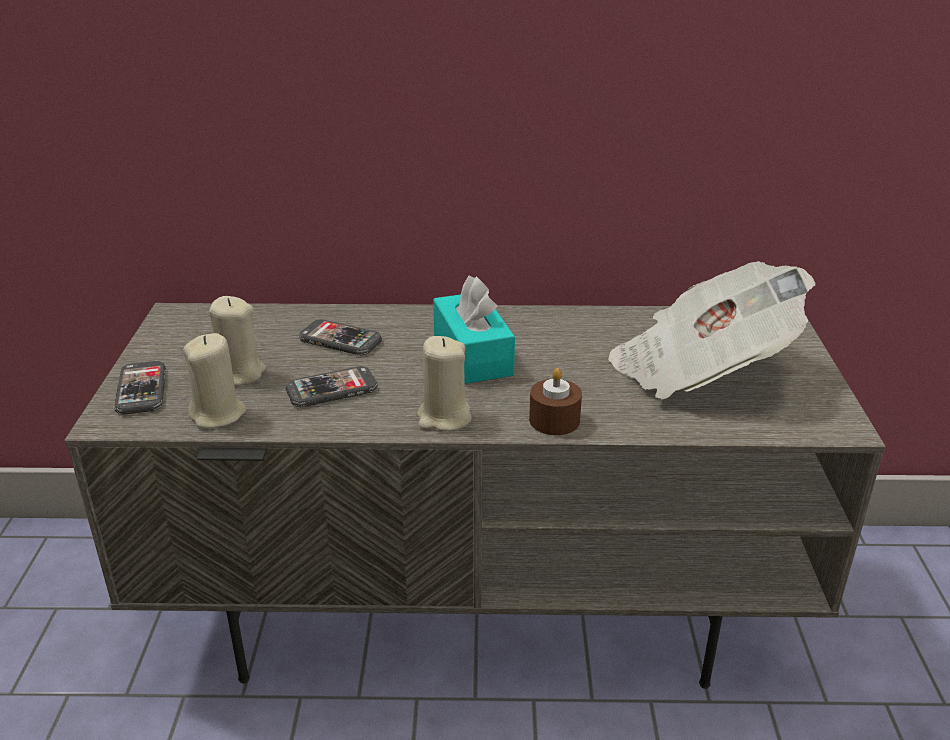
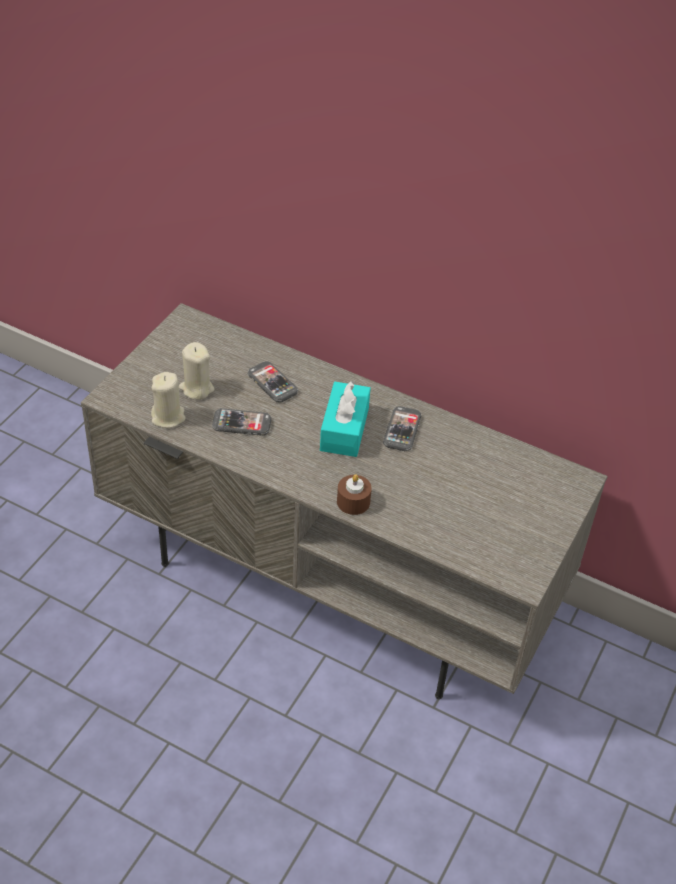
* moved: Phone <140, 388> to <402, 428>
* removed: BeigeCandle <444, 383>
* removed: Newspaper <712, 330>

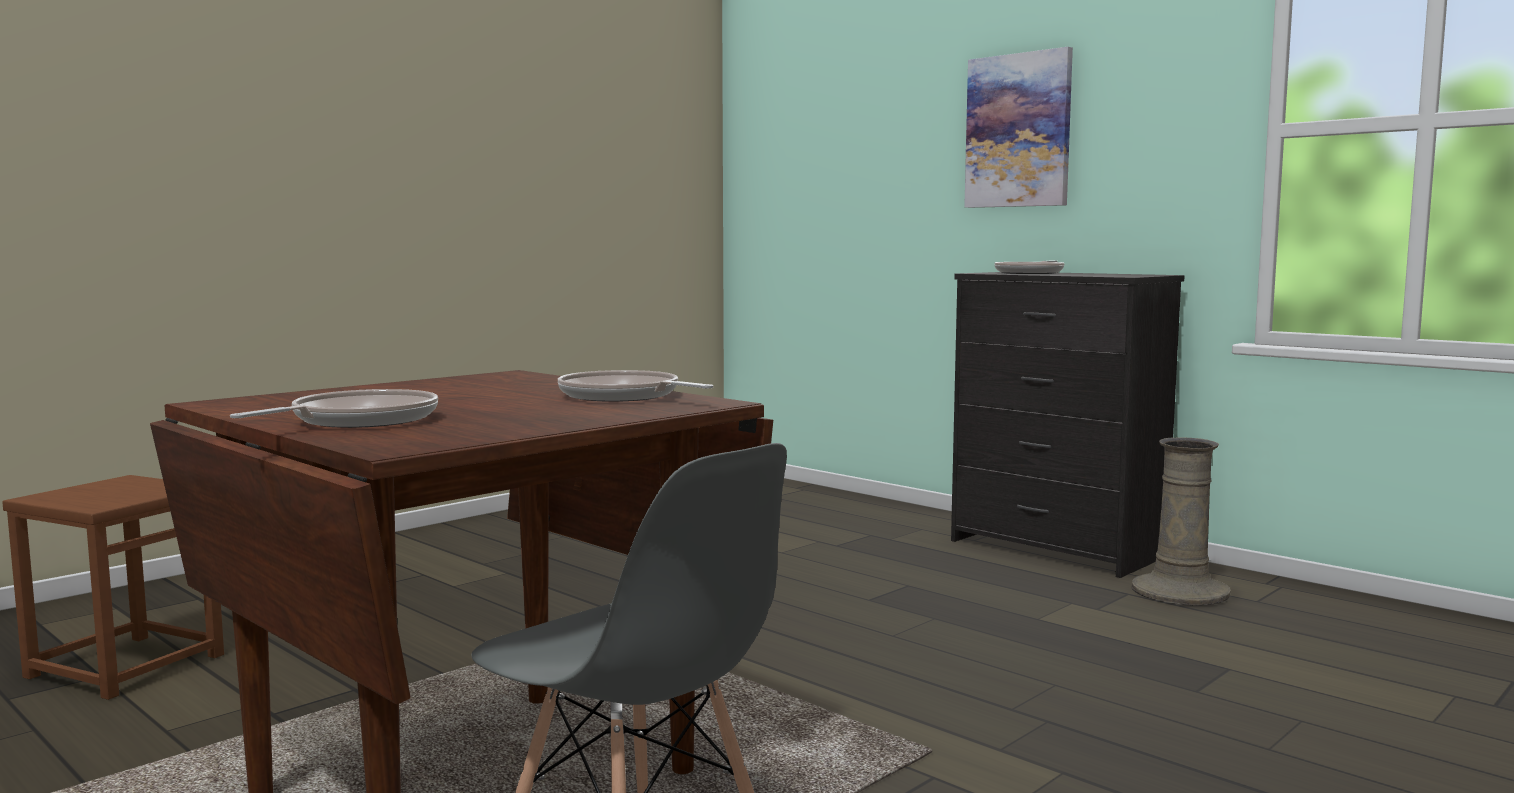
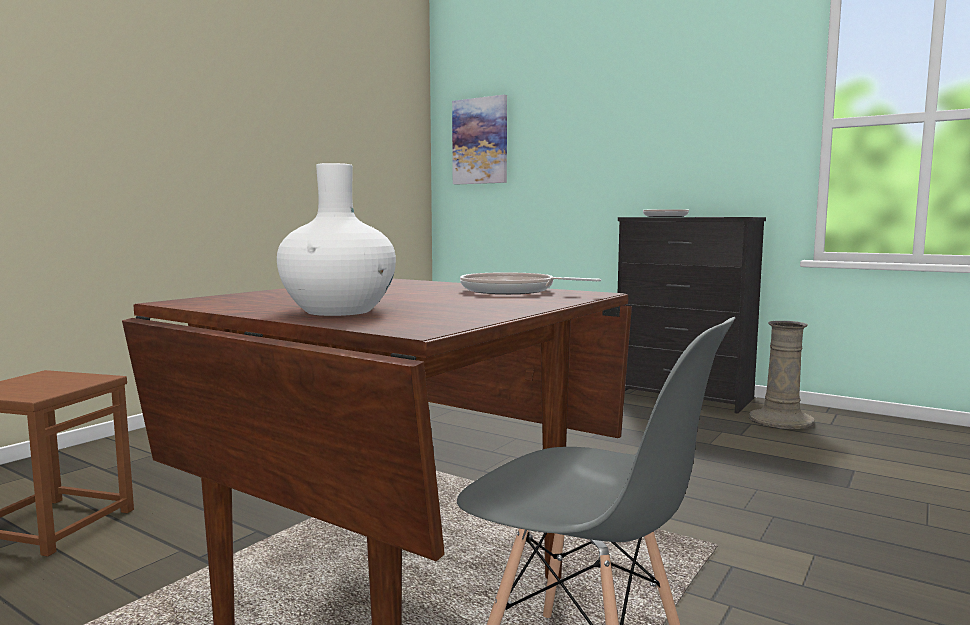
* replaced: FryingPan <334, 408> to WhiteVase <336, 239>
* moved: Picture <1018, 127> to <479, 140>

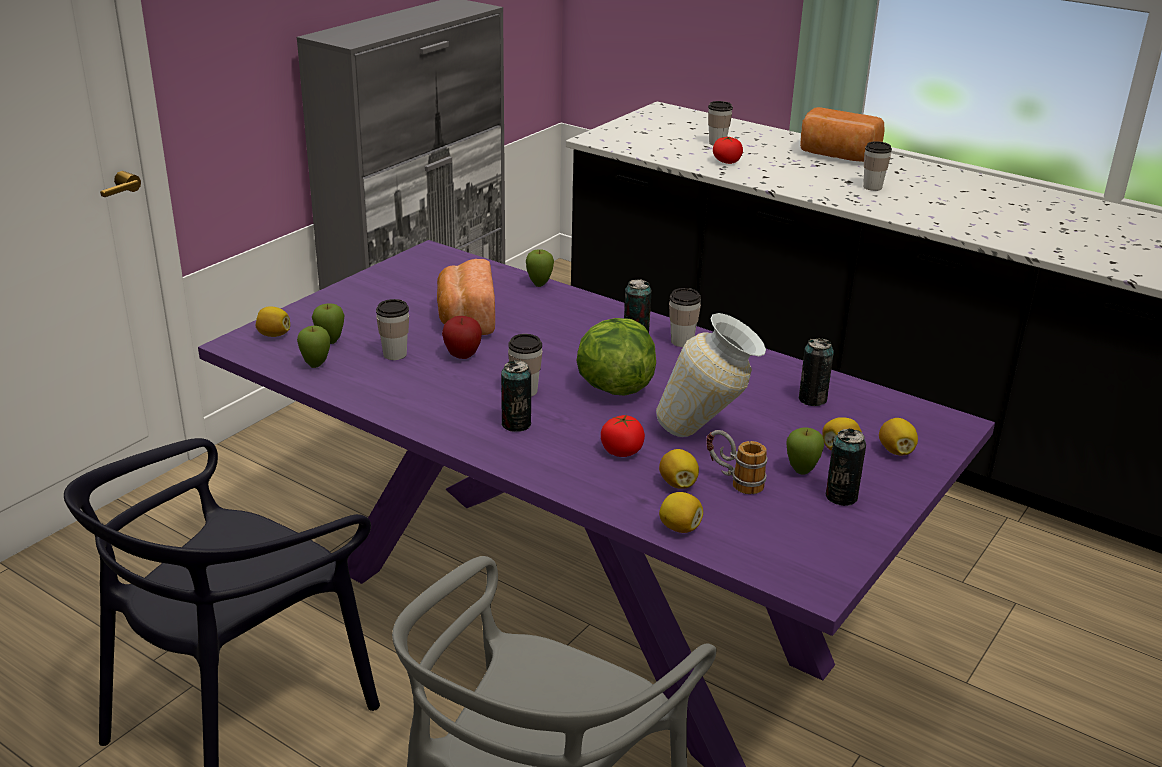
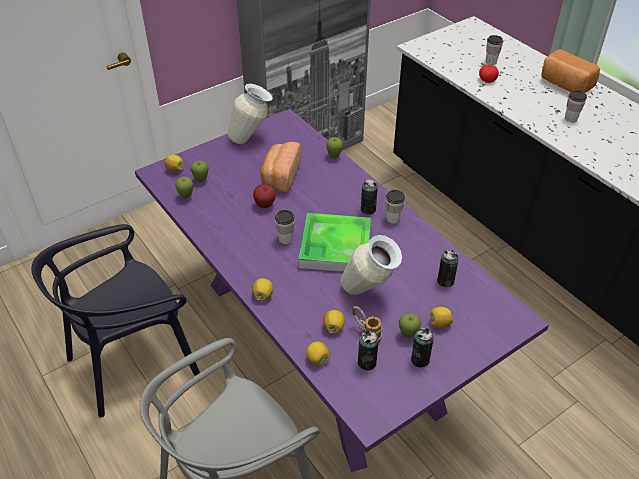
* removed: Cup <392, 329>
* moved: Can <516, 396> to <368, 351>
* replaced: Lettuce <616, 356> to Tray <335, 242>
* removed: Tomato <623, 436>
* moved: Lemon <898, 436> to <262, 289>
* added: Vase <250, 114>

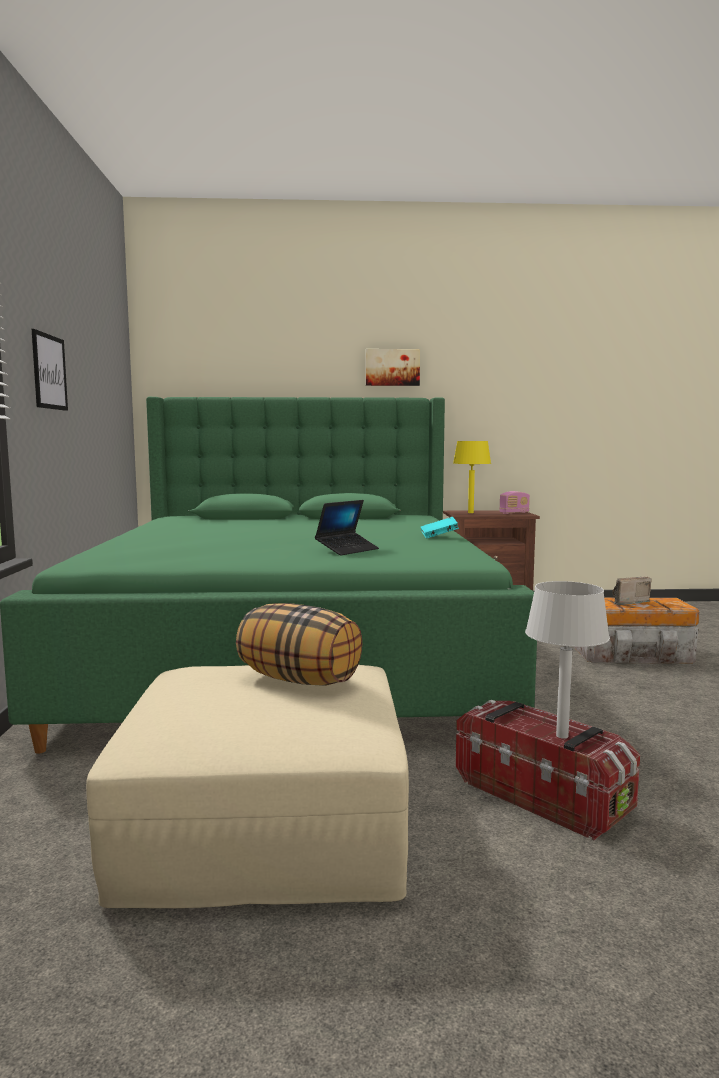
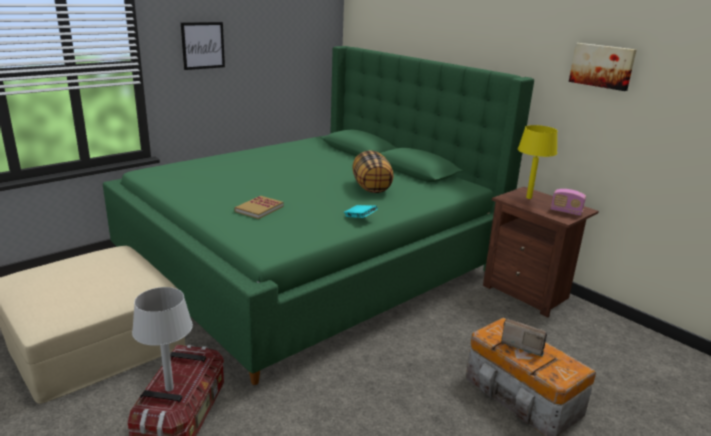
* moved: Pillow <299, 644> to <373, 171>
* replaced: Laptop <347, 528> to Book <259, 207>
* moved: Picture <393, 367> to <603, 67>

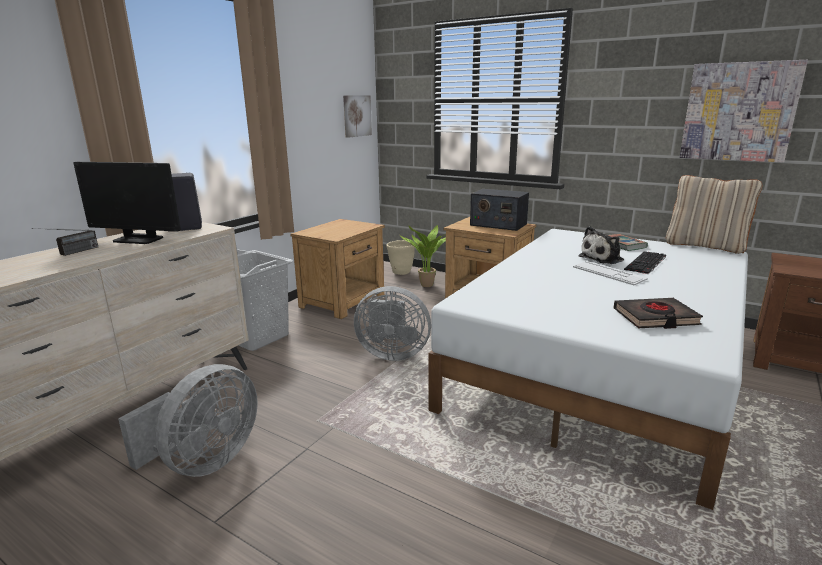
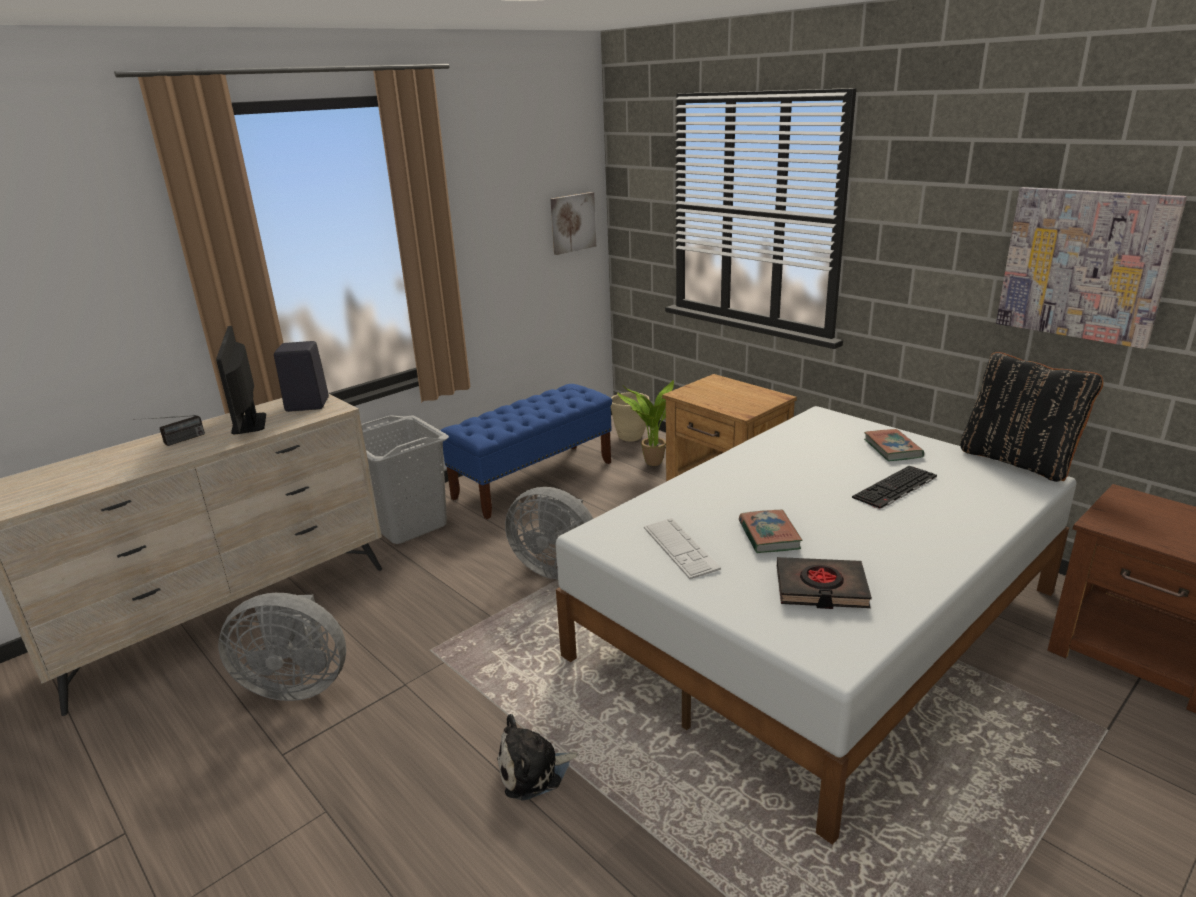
* turned: Monitor <127, 203> = <241, 380> 45 degrees clockwise
* turned: GreyFan <188, 420> = <282, 647> 45 degrees clockwise
* replaced: BrownNightstand <337, 269> to BlueBench <526, 451>
* removed: Radio <499, 210>
* moved: Keyboard <610, 273> to <682, 548>
* moved: PlushToy <601, 245> to <537, 757>
* recoloured: BeigePillow <714, 214> to BlackPillow <1031, 417>
* added: Book <771, 531>

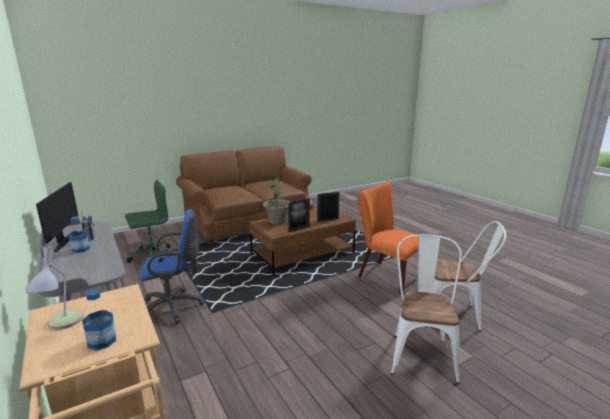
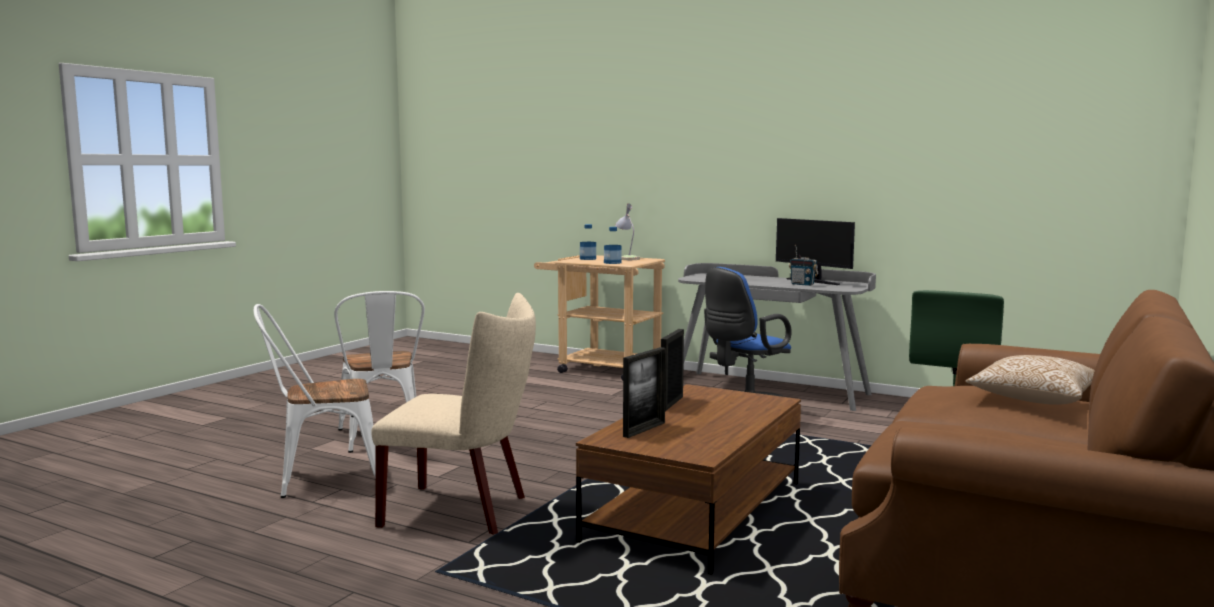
* moved: Bottle <79, 235> to <612, 245>
* removed: PottedPlant <276, 201>
* recoloured: OrangeChair <388, 238> to BeigeChair <453, 414>
* added: Pillow <1030, 380>

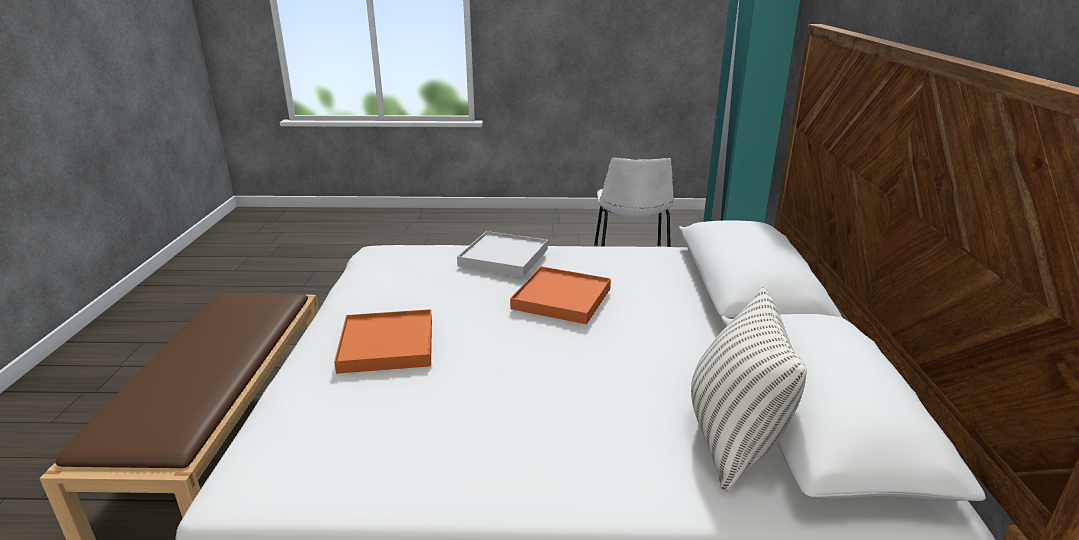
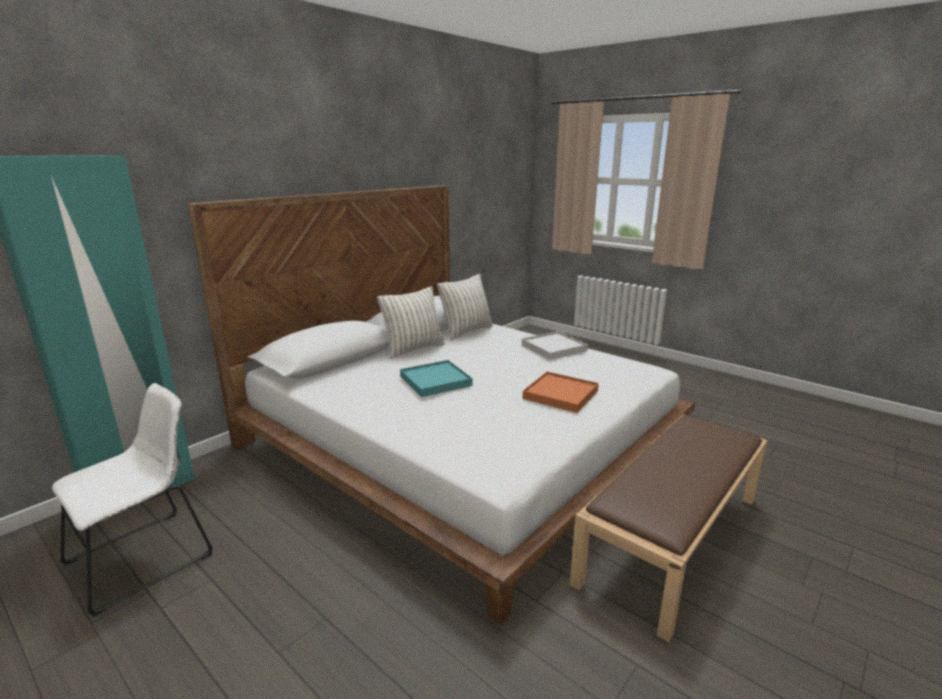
* moved: WhiteTray <502, 254> to <555, 345>
* recoloured: OrangeTray <560, 295> to TurquoiseTray <436, 378>
* added: Pillow <411, 322>

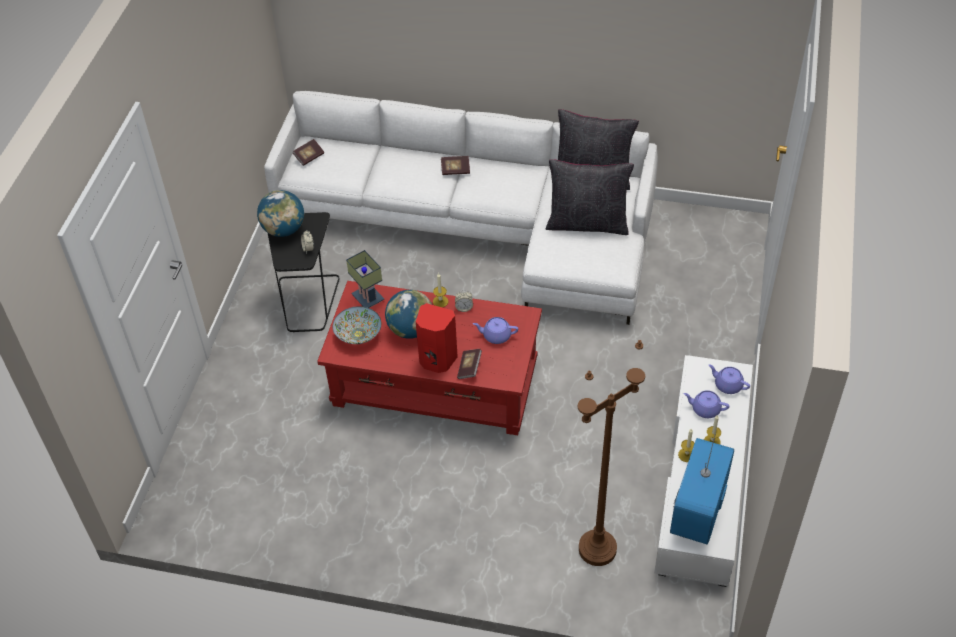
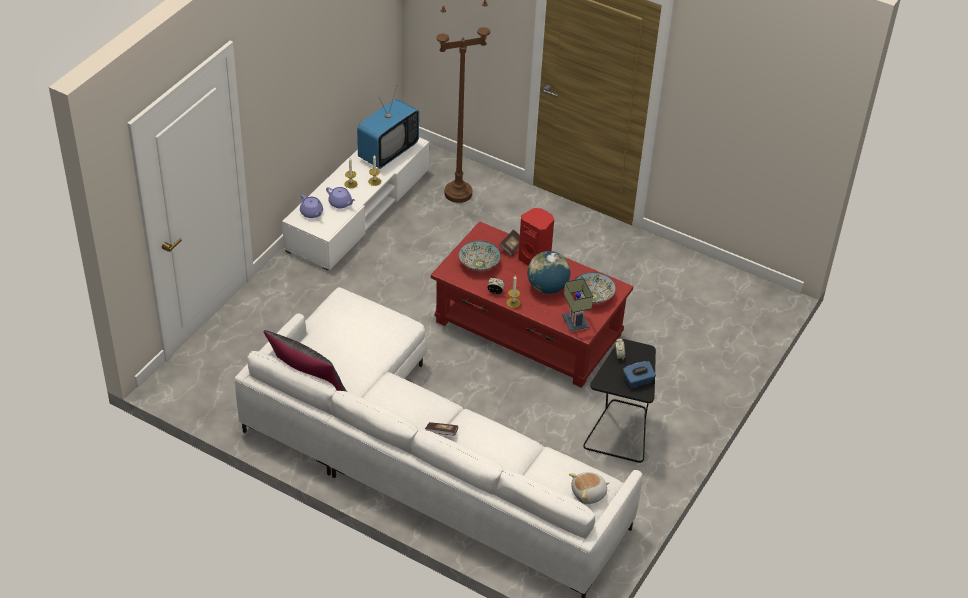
* replaced: Globe <280, 213> to BlueTissueBox <639, 374>
* replaced: Book <308, 152> to PlushToy <589, 488>
* replaced: PurpleTeapot <495, 330> to Bowl <480, 256>
* removed: BlackPillow <590, 197>

